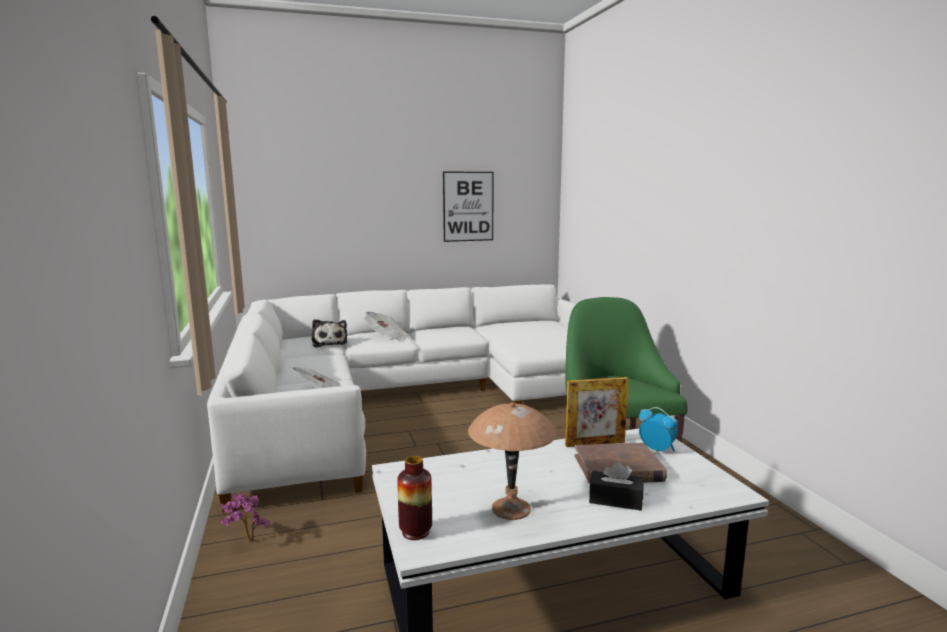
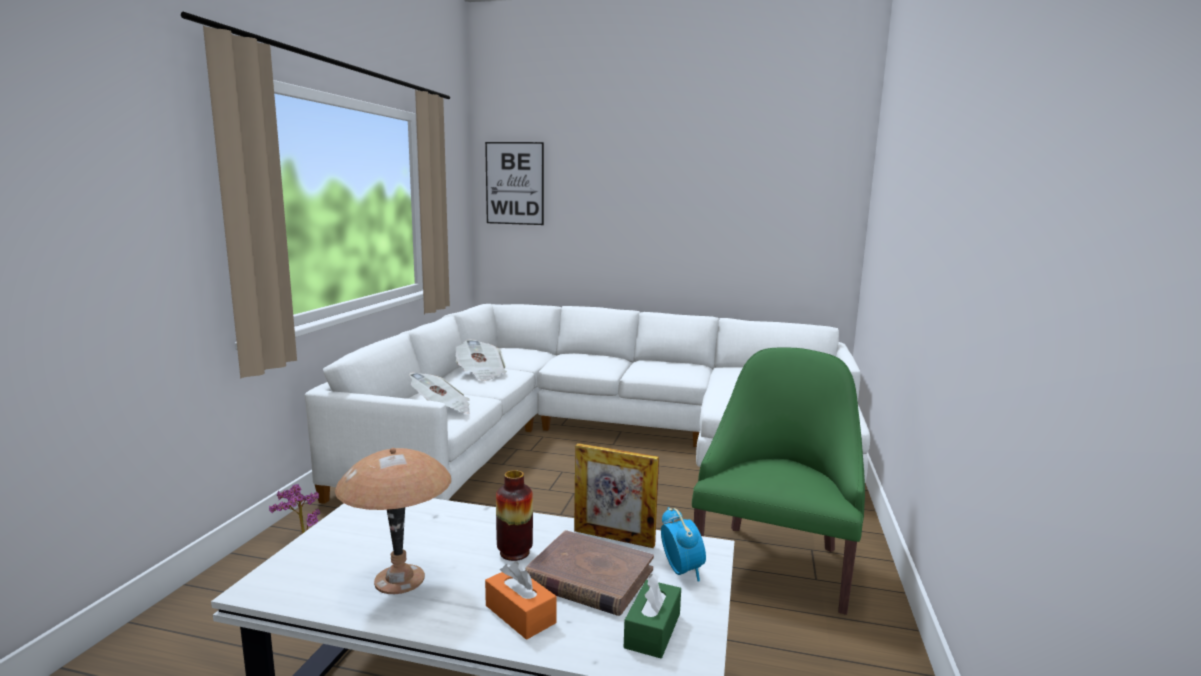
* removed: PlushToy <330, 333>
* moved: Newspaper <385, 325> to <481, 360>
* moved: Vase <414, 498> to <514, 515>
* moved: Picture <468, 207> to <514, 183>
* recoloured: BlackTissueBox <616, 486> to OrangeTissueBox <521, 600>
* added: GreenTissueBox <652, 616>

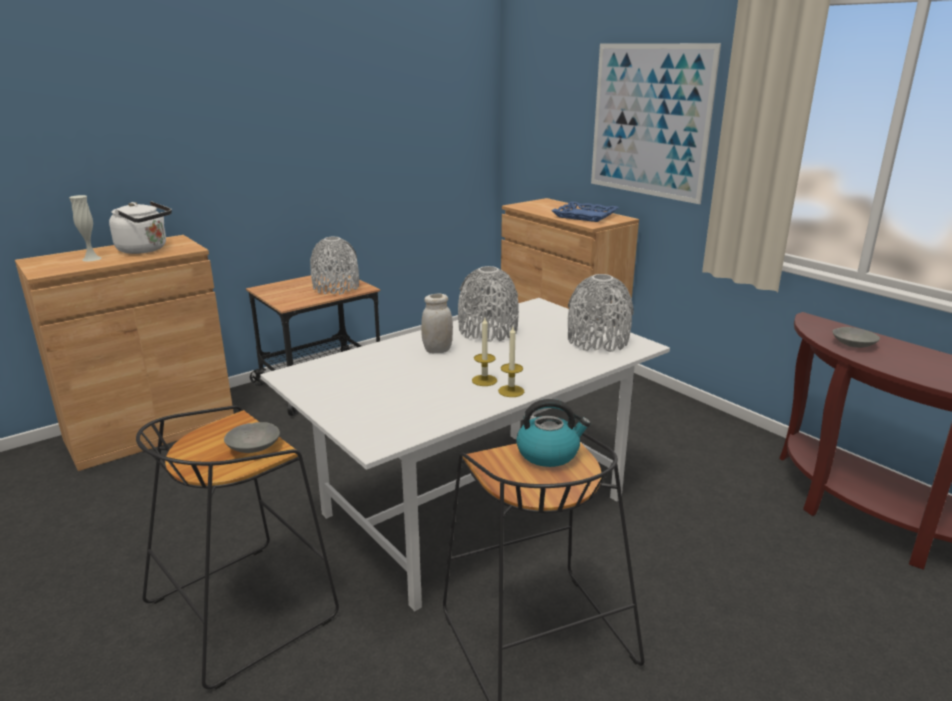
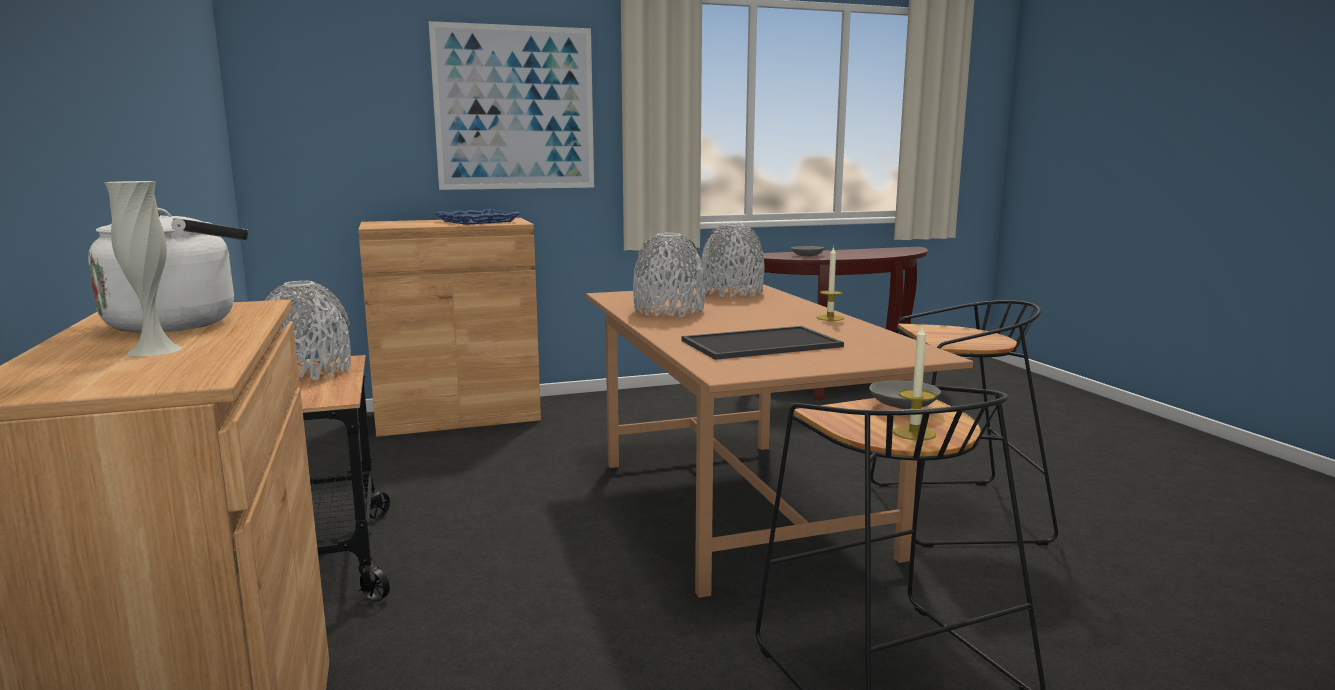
* recoloured: WhiteDiningTable <465, 454> to BrownDiningTable <779, 441>
* removed: WhiteJar <437, 323>
* moved: Candle <484, 352> to <914, 381>
* removed: Kettle <553, 433>
* added: Tray <763, 343>

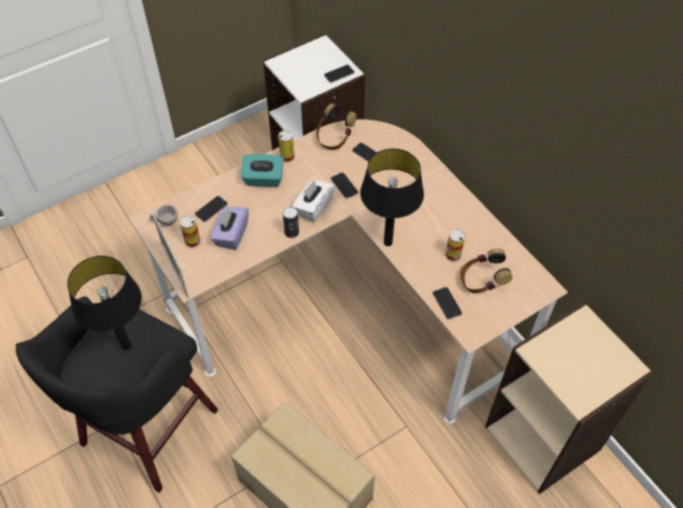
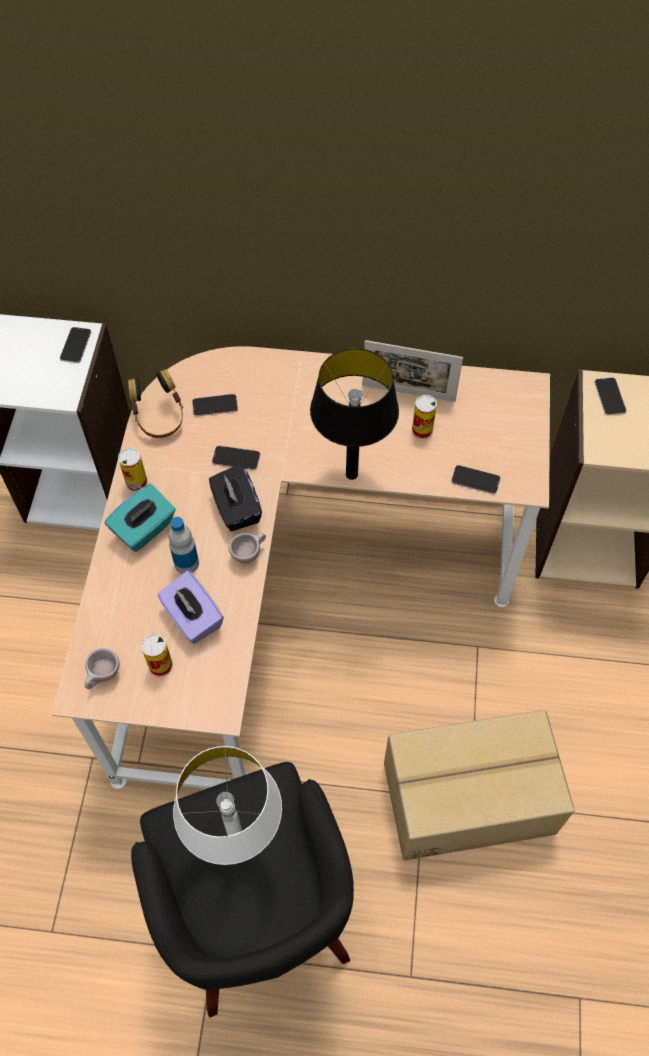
* recoloured: BlackTableLamp <104, 303> to WhiteTableLamp <227, 805>
* moved: PictureFrame <170, 255> to <412, 371>
* moved: Phone <211, 209> to <610, 396>
* replaced: Can <291, 222> to BeigeCup <247, 548>
* recoloured: WhiteTissueBox <313, 200> to BlackTissueBox <235, 497>
* removed: Headphones <486, 271>
* added: Bottle <183, 545>

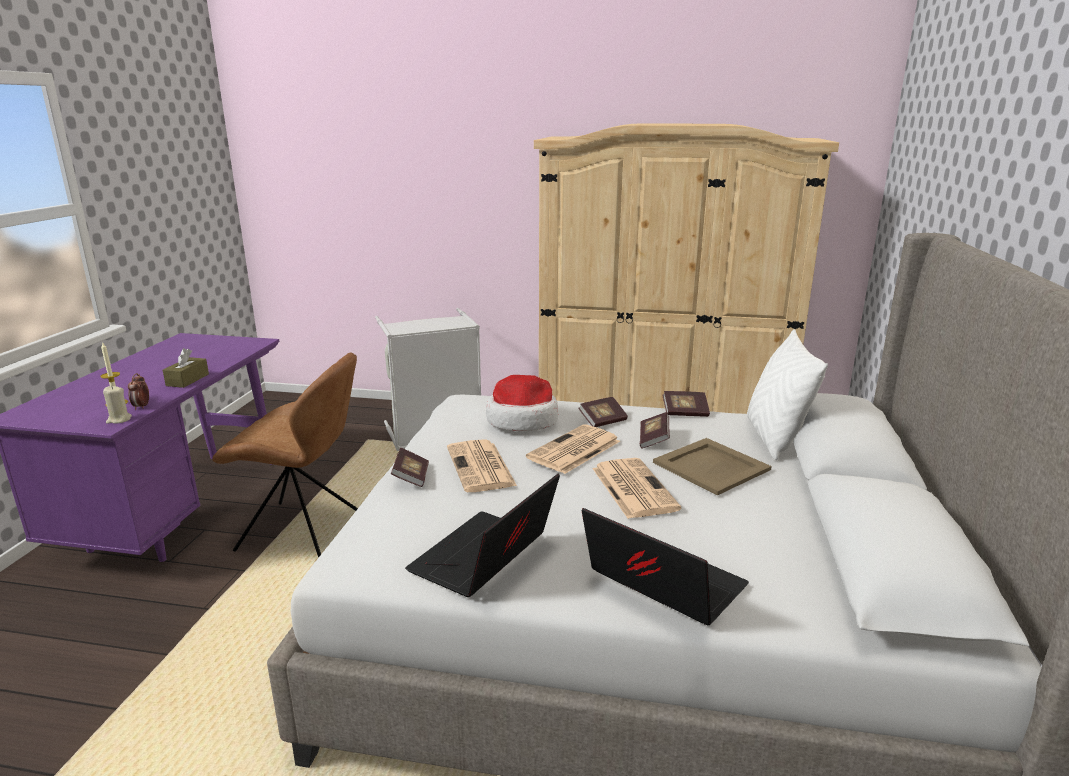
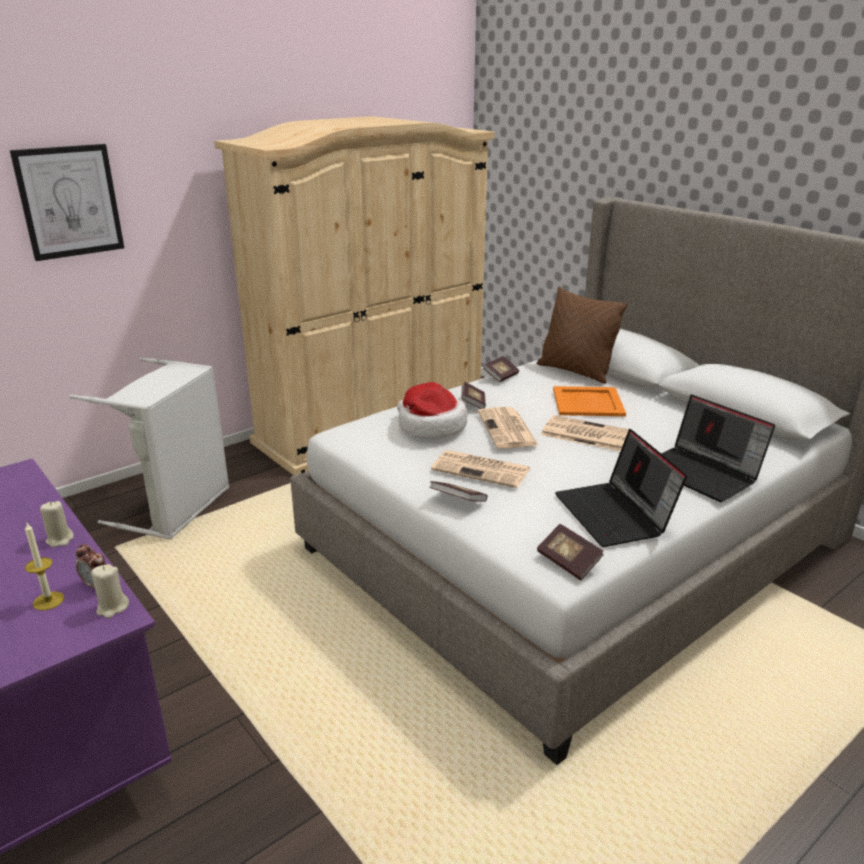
* replaced: BrownTissueBox <186, 368> to BeigeCandle <57, 524>
* removed: BrownChair <285, 455>
* turned: Laptop <665, 566> = <718, 448> 120 degrees counterclockwise
* moved: Book <655, 430> to <570, 552>
* recoloured: BeigeTray <712, 466> to OrangeTray <589, 401>
* recoloured: WhitePillow <787, 394> to BrownPillow <582, 335>
* added: Picture <67, 202>

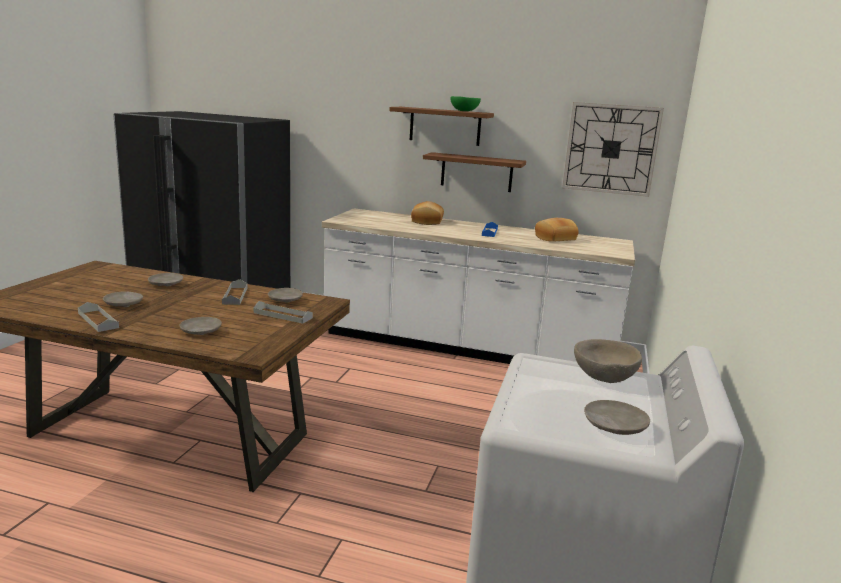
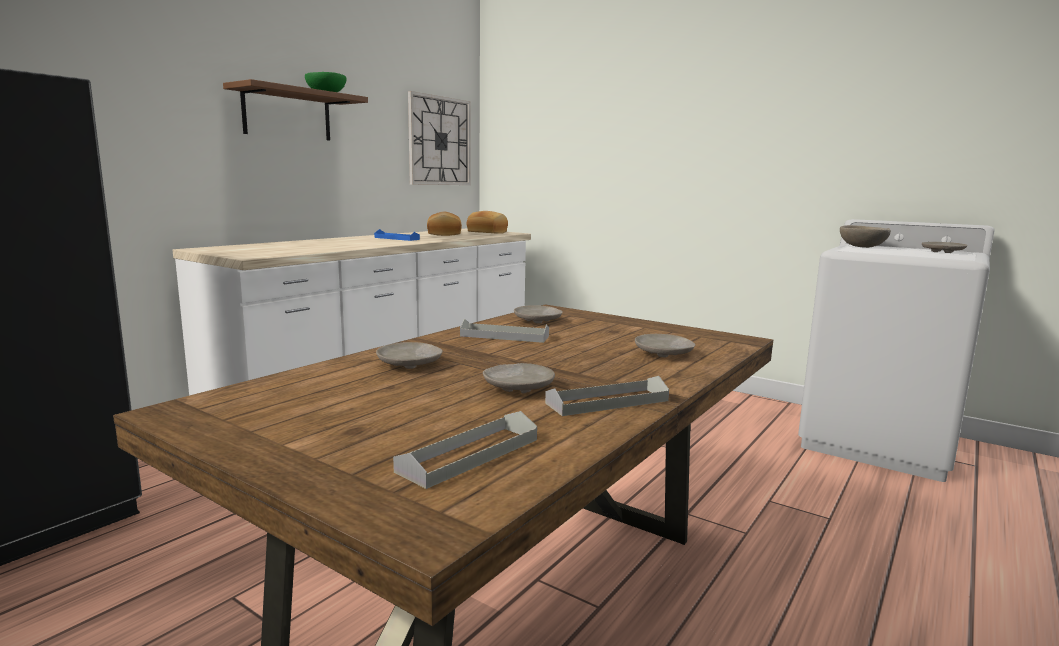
* moved: GreyTray <283, 312> to <465, 450>
* moved: Bread <427, 213> to <487, 222>
* removed: BrownShelf <474, 172>

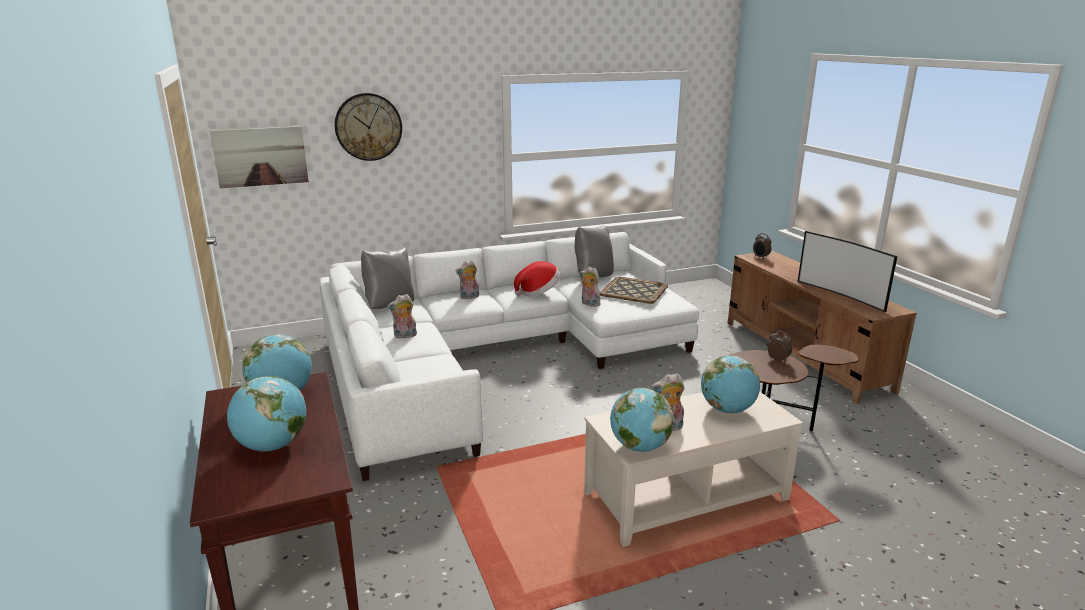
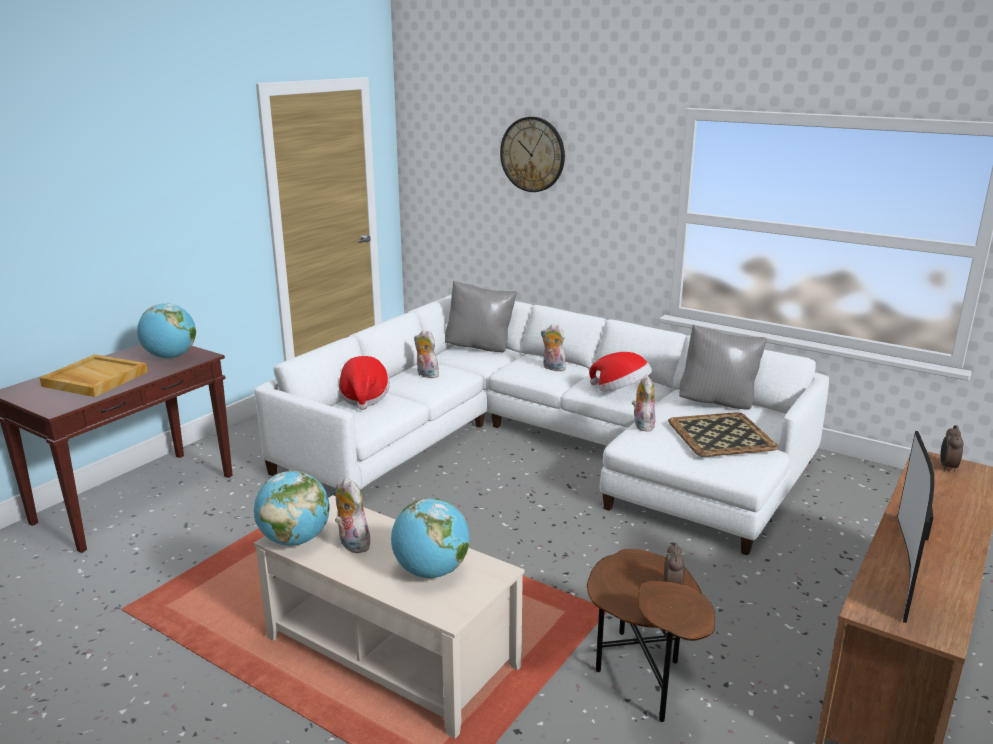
* removed: Picture <259, 157>
* replaced: Globe <266, 413> to BeigeTray <93, 375>
* added: Hat <364, 383>

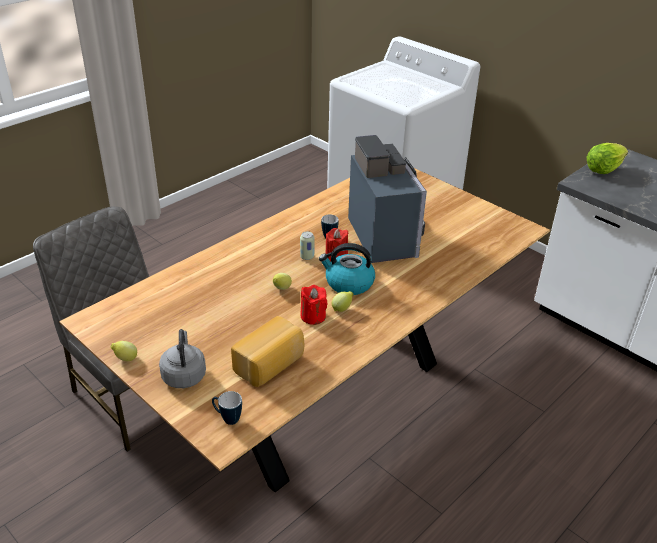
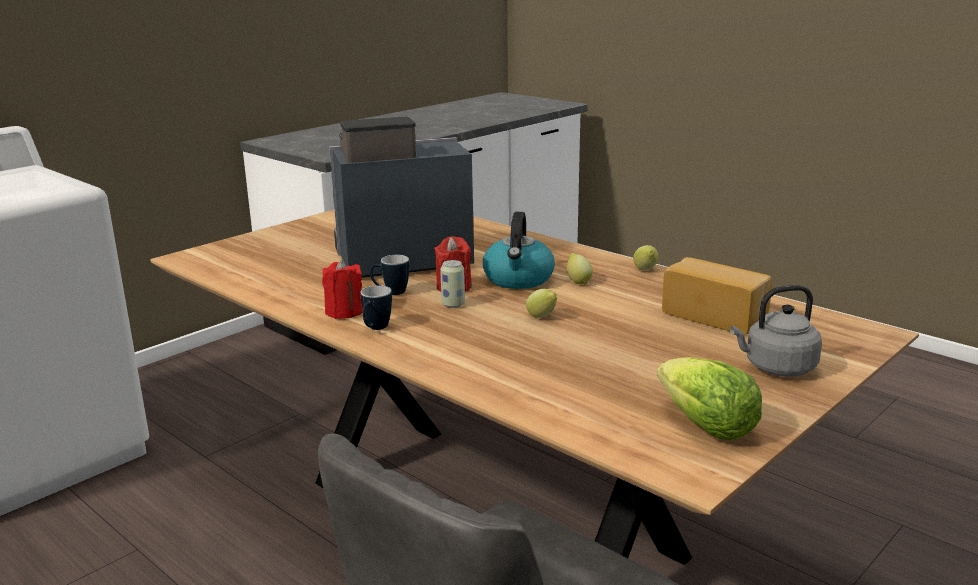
* moved: Lemon <124, 351> to <645, 257>
* moved: Mug <227, 408> to <376, 307>
* moved: RedCandle <314, 305> to <342, 289>
* moved: Lettuce <607, 158> to <709, 398>

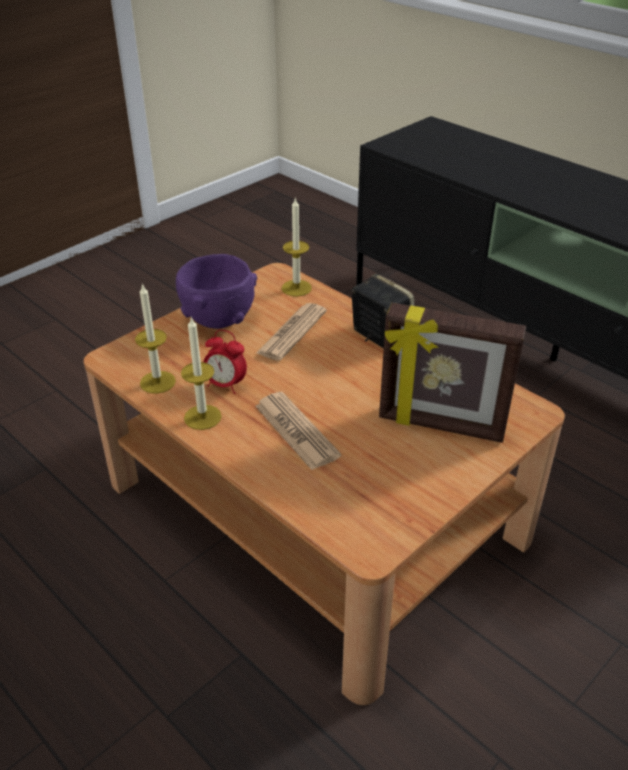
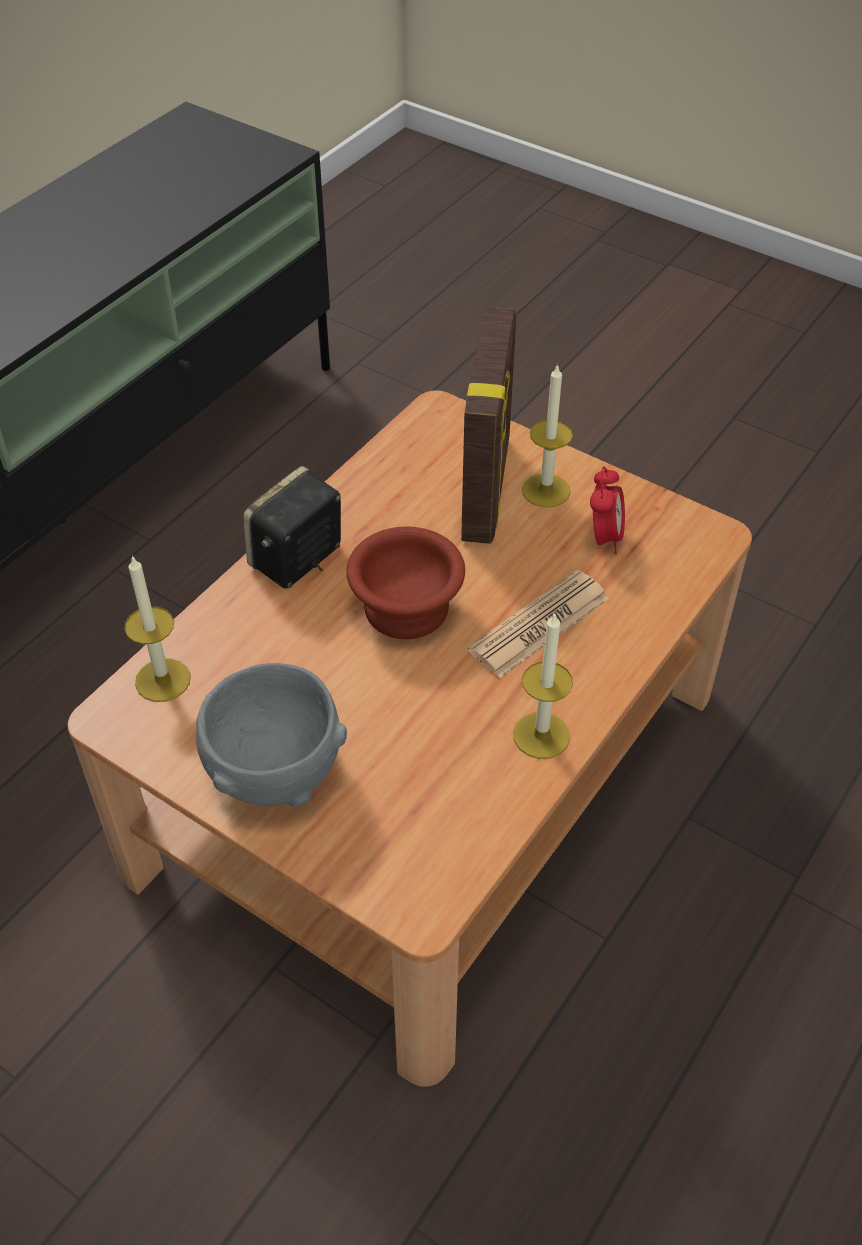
* moved: Candle <155, 338> to <547, 435>
* recoloured: PurpleBowl <216, 291> to GreyBowl <271, 735>
* moved: AlarmClock <225, 362> to <607, 510>
* removed: Newspaper <291, 332>
* added: BrownBowl <405, 583>

